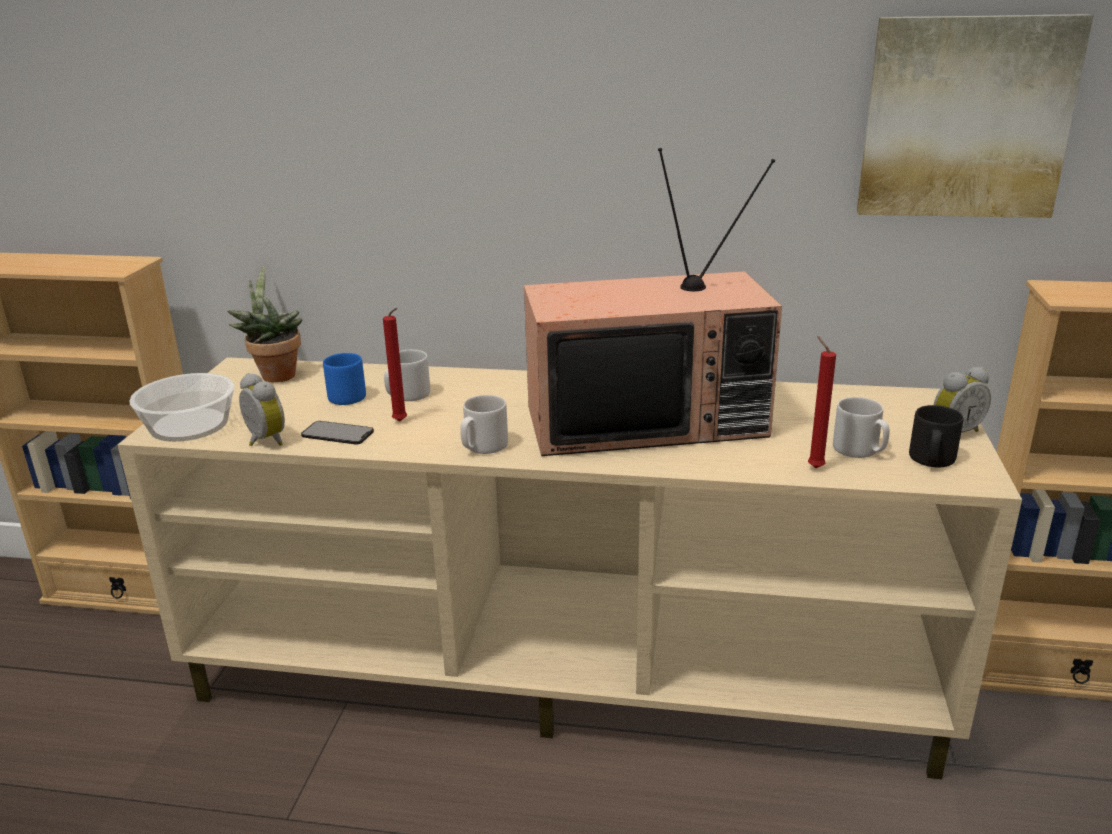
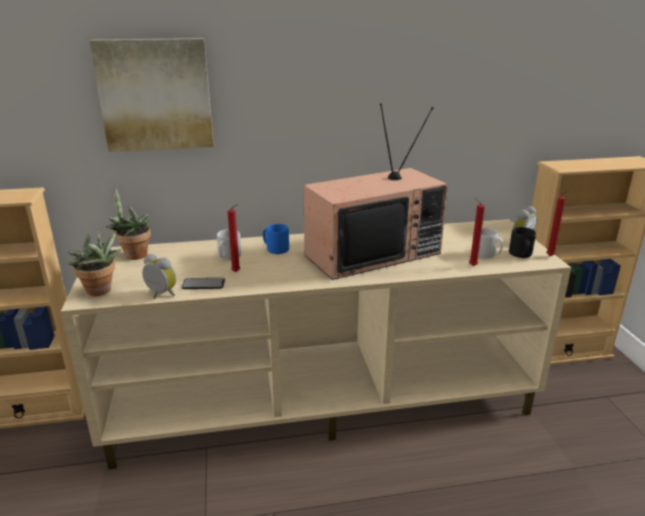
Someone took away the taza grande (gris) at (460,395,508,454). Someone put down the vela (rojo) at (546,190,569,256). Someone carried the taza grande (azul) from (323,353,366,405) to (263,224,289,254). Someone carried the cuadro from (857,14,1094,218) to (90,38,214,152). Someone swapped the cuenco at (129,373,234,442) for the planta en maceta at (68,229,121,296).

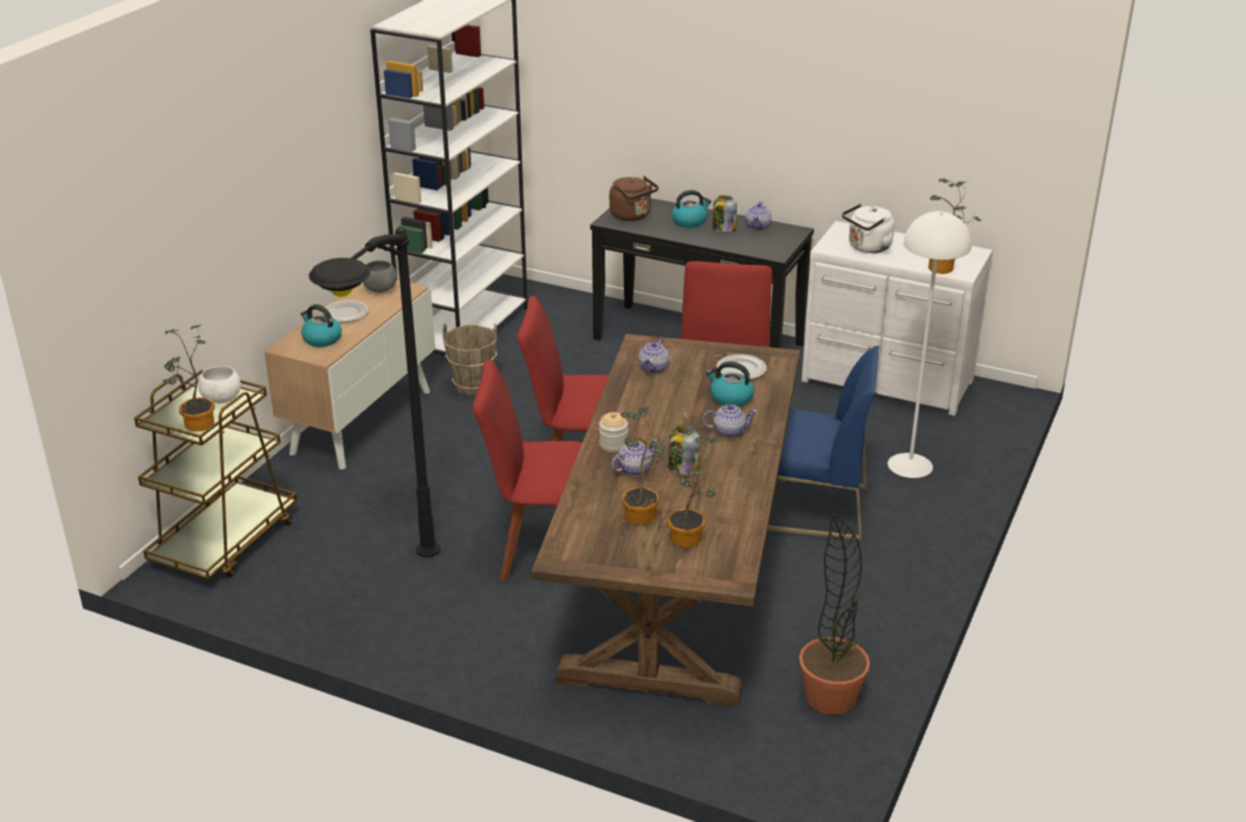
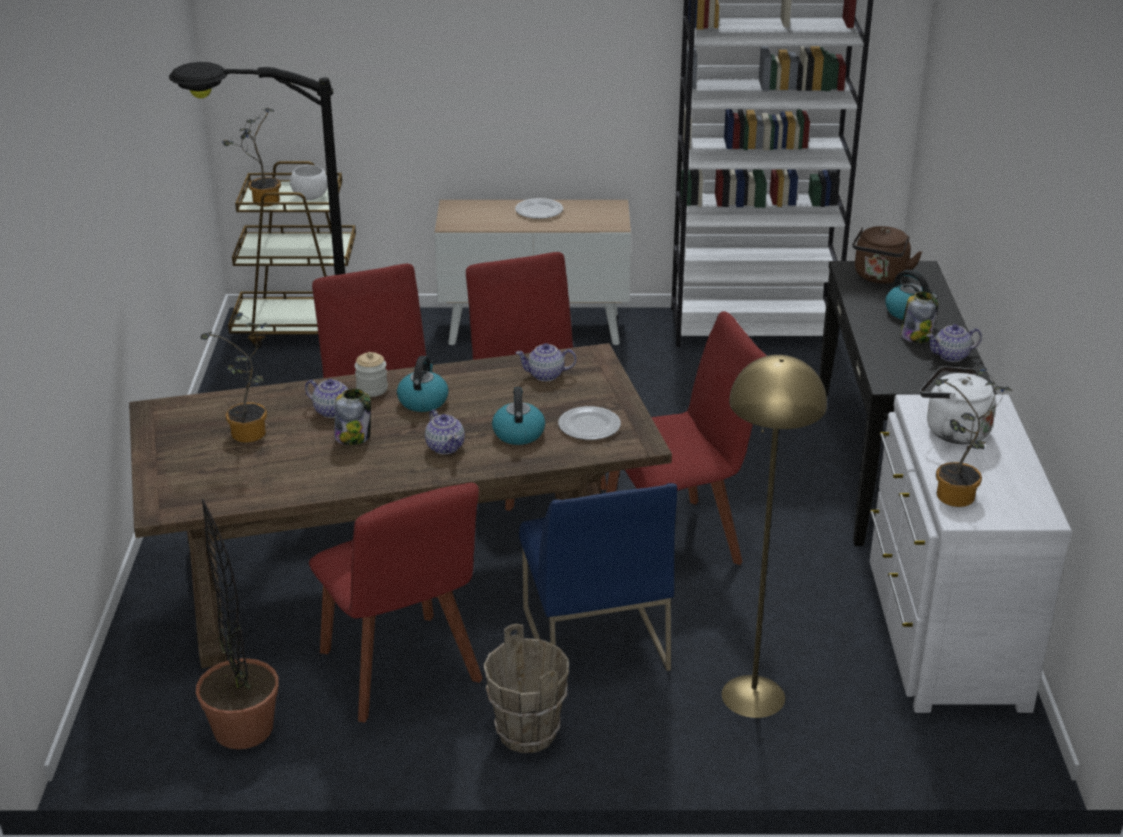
Someone took away the cuenco (gris) at (362,260,397,292). Someone took away the planta en maceta at (654,427,720,548). Someone put down the silla (rojo) at (309,482,483,723). Someone carried the hervidor from (300,304,342,347) to (397,356,449,412). Someone carried the cubo (marrón) from (442,323,497,396) to (483,624,569,753). Someone repainted the lámpara de pie (blanco) at (887,211,971,478), which became the lámpara de pie (amarillo) at (722,355,827,718).

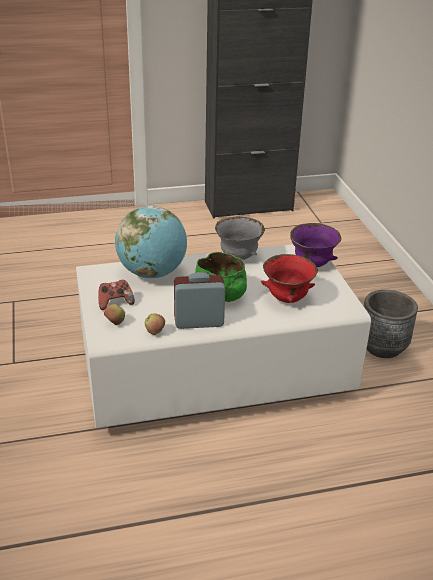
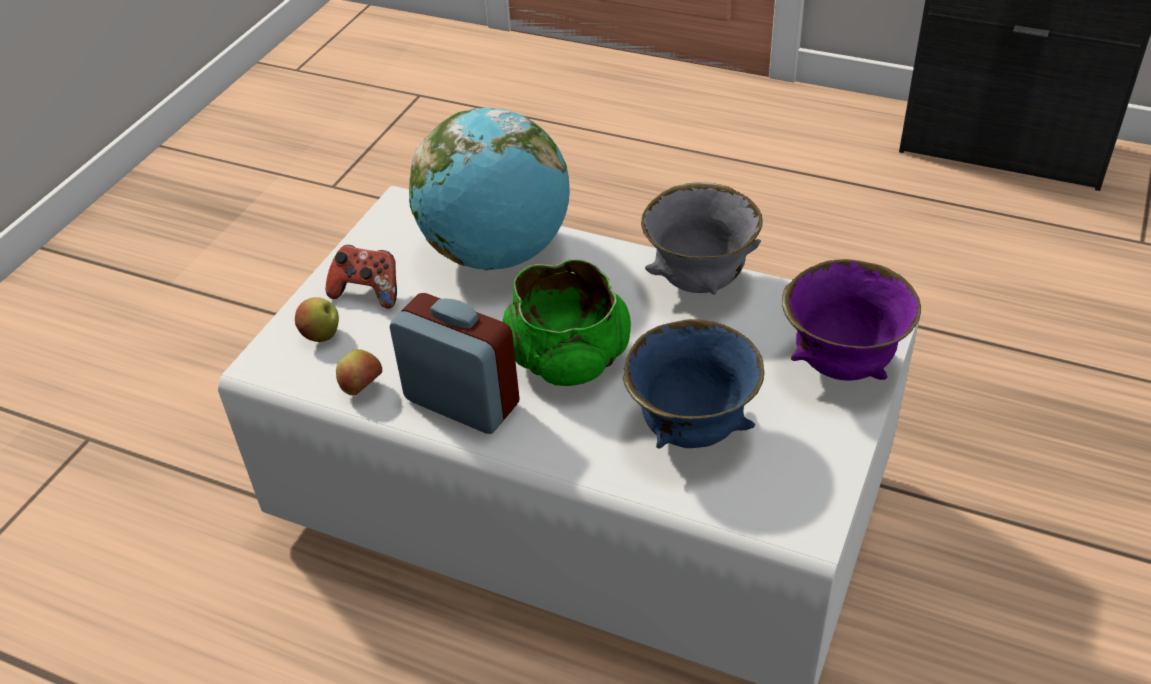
Someone took away the maceta (gris) at (364,290,418,358). Someone repainted the cuenco (rojo) at (261,254,318,303), which became the cuenco (azul) at (623,319,764,449).

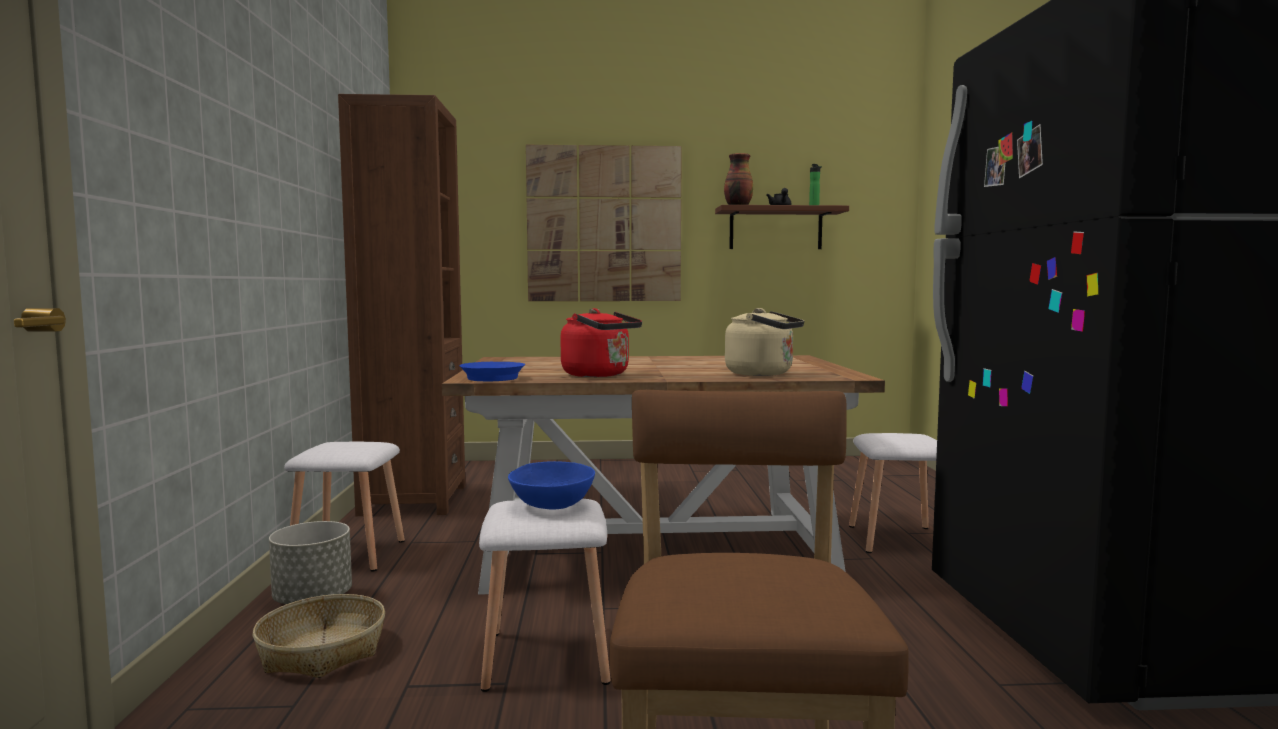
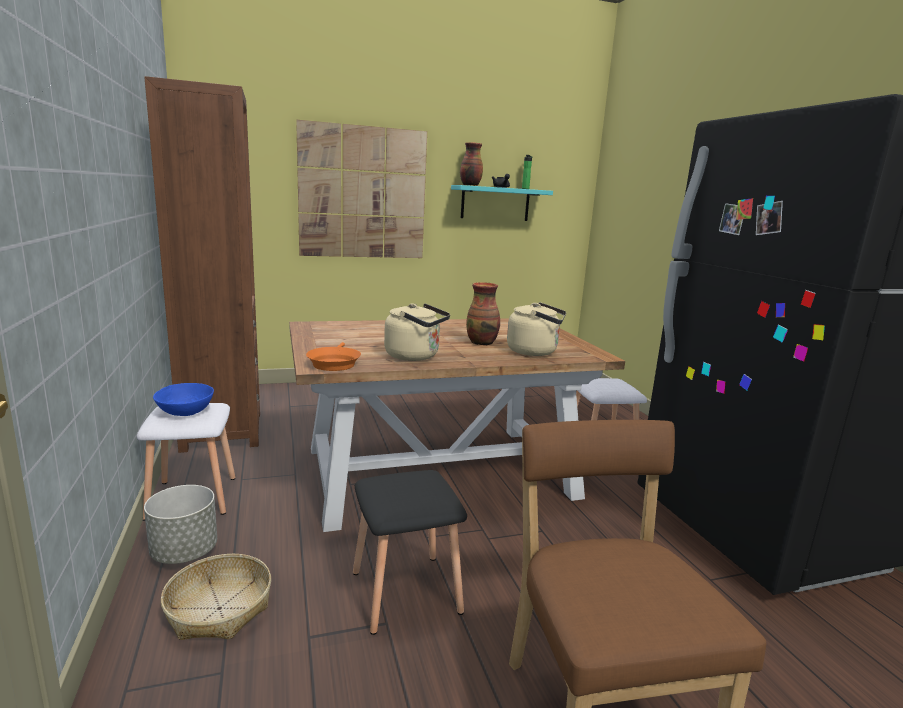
Someone put down the florero at (466,282,500,346). Someone carried the cuenco (azul) from (508,461,595,510) to (153,383,214,416). Someone repainted the sartén (azul) at (459,362,525,381), which became the sartén (naranja) at (306,342,361,371). Someone repainted the taburete (blanco) at (479,499,611,692), which became the taburete (negro) at (353,470,467,635). Someone repainted the hervidor (rojo) at (561,308,642,377), which became the hervidor (beis) at (384,303,450,361). Someone repainted the estante (marrón) at (715,205,849,249), which became the estante (turquesa) at (451,185,553,221).

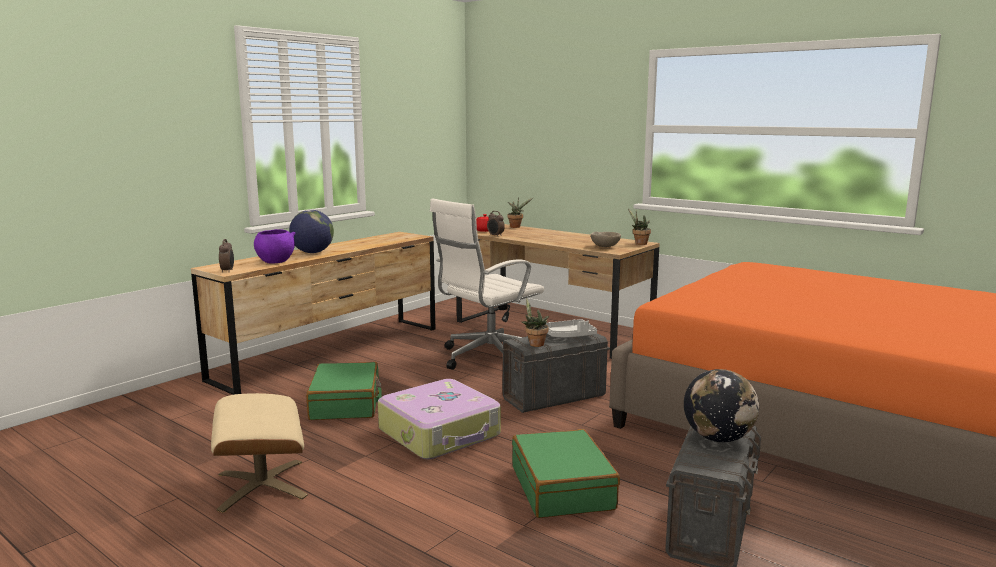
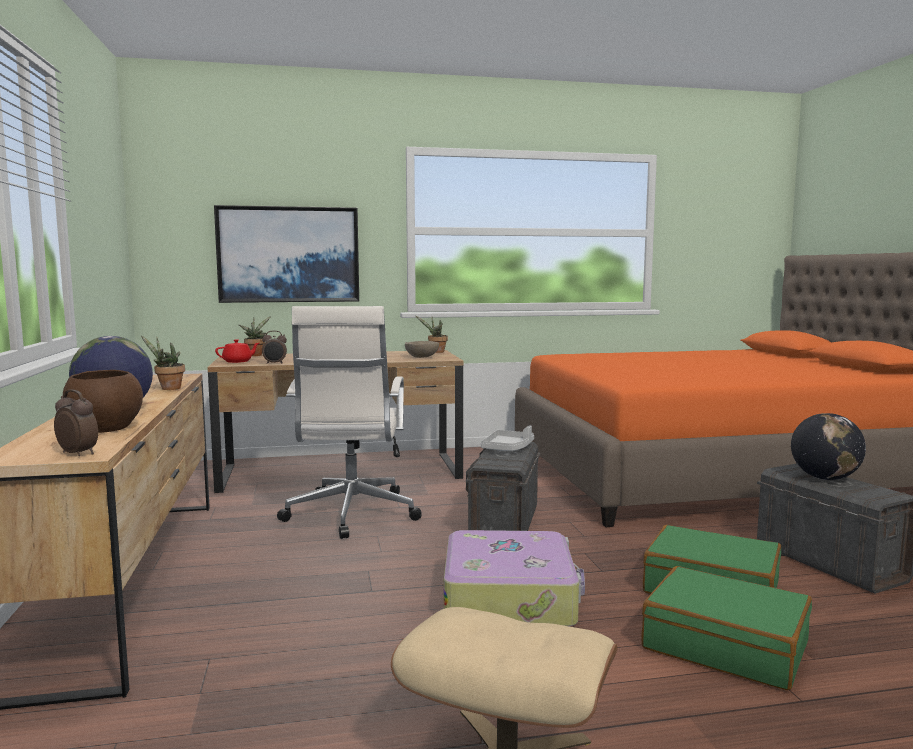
Someone put up the cuadro at (214,205,359,303). Someone carried the maleta (verde) from (306,362,382,420) to (641,566,812,690). Someone carried the planta en maceta from (522,298,549,347) to (141,336,185,390). Someone repainted the cuenco (morado) at (254,229,296,263), which became the cuenco (marrón) at (63,370,143,433).

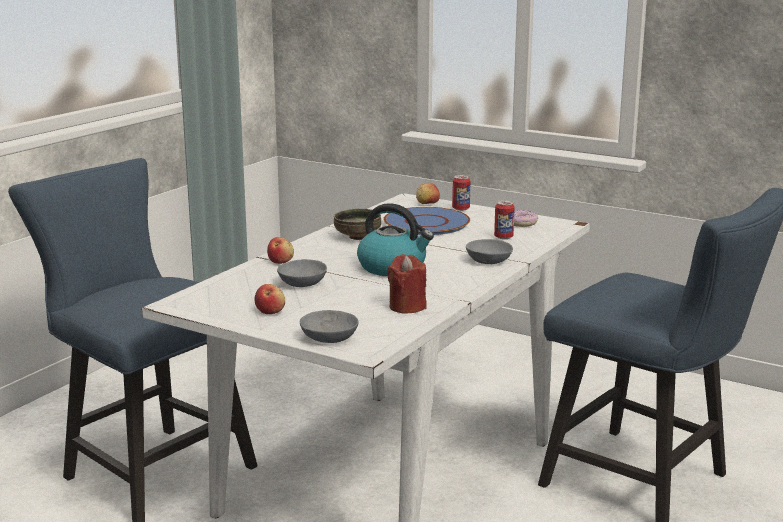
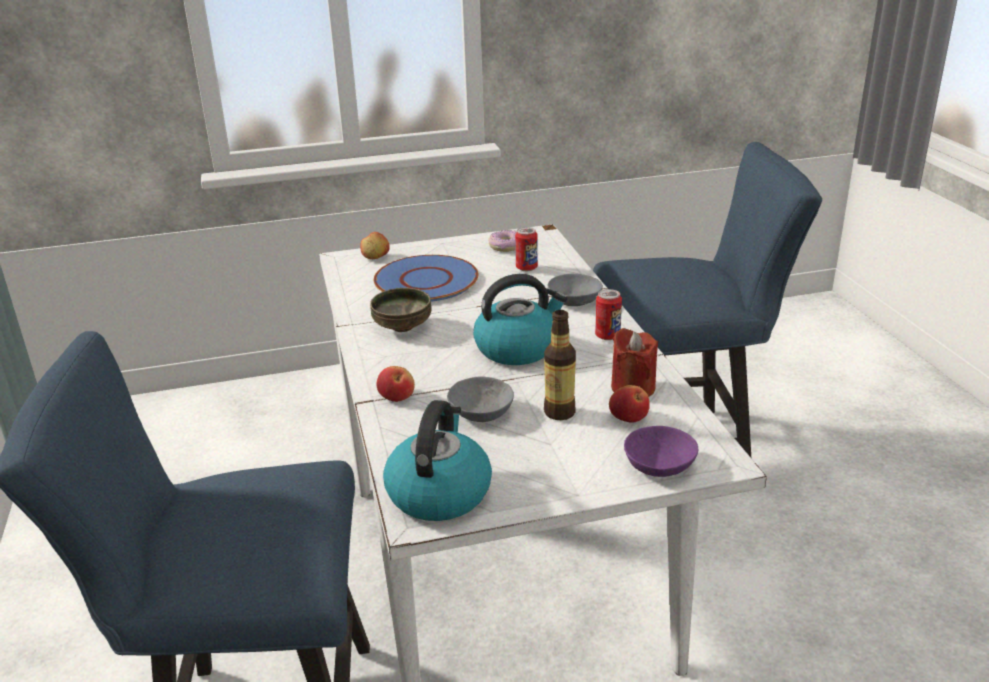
Someone put down the hervidor at (383,400,492,521). Someone put down the botella at (544,310,576,420). Someone carried the manzana from (255,284,285,314) to (609,385,650,423). Someone carried the lata from (452,175,471,211) to (595,289,622,340). Someone repainted the cuenco (gris) at (300,310,359,343), which became the cuenco (morado) at (624,426,698,477).

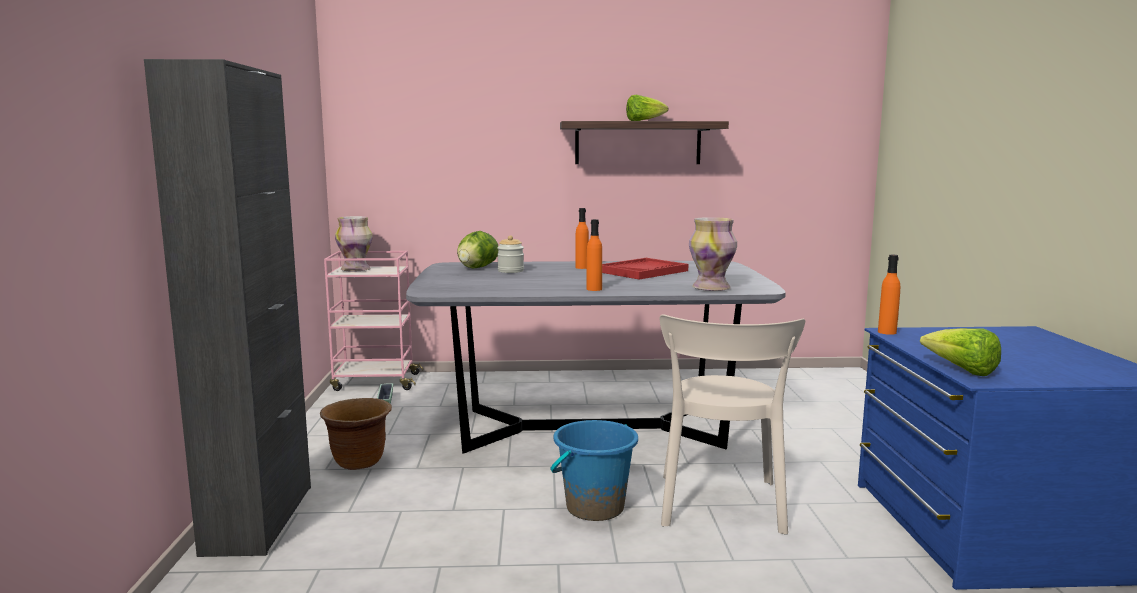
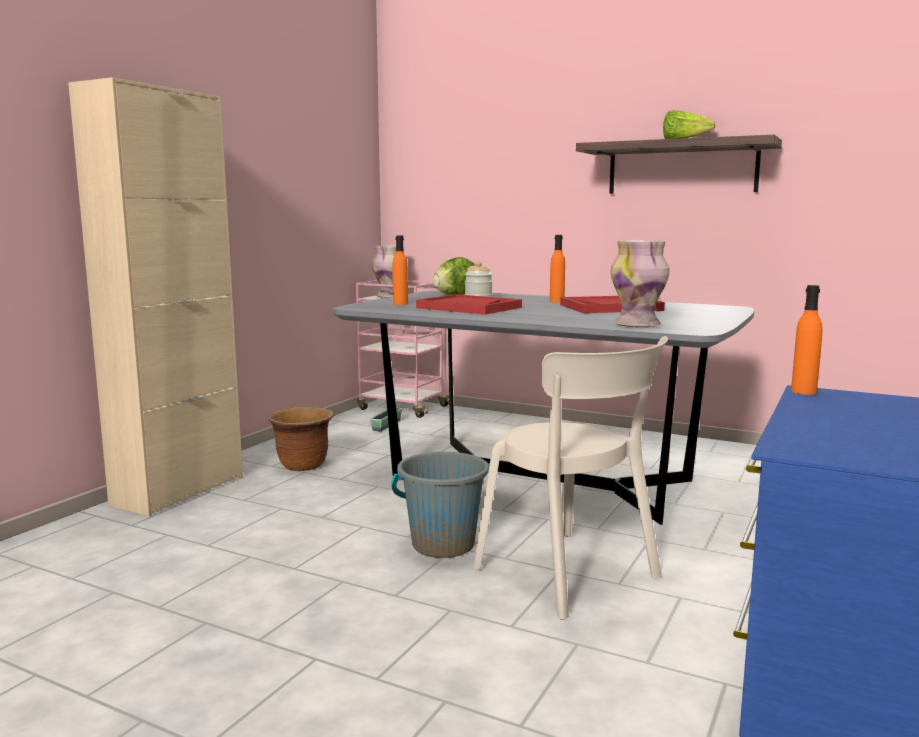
Someone took away the lechuga at (920,328,1001,376). Someone put down the bandeja (rojo) at (416,294,522,315). Someone carried the botella (naranja) from (587,219,602,291) to (392,235,408,305). Someone repainted the armario (negro) at (144,59,311,557), which became the armario (beis) at (68,77,243,516). Someone repainted the cubo (azul) at (550,420,638,521), which became the cubo (gris) at (391,452,490,558). Someone rotated the silla (beis) at (660,314,805,534) by 75 degrees counterclockwise.

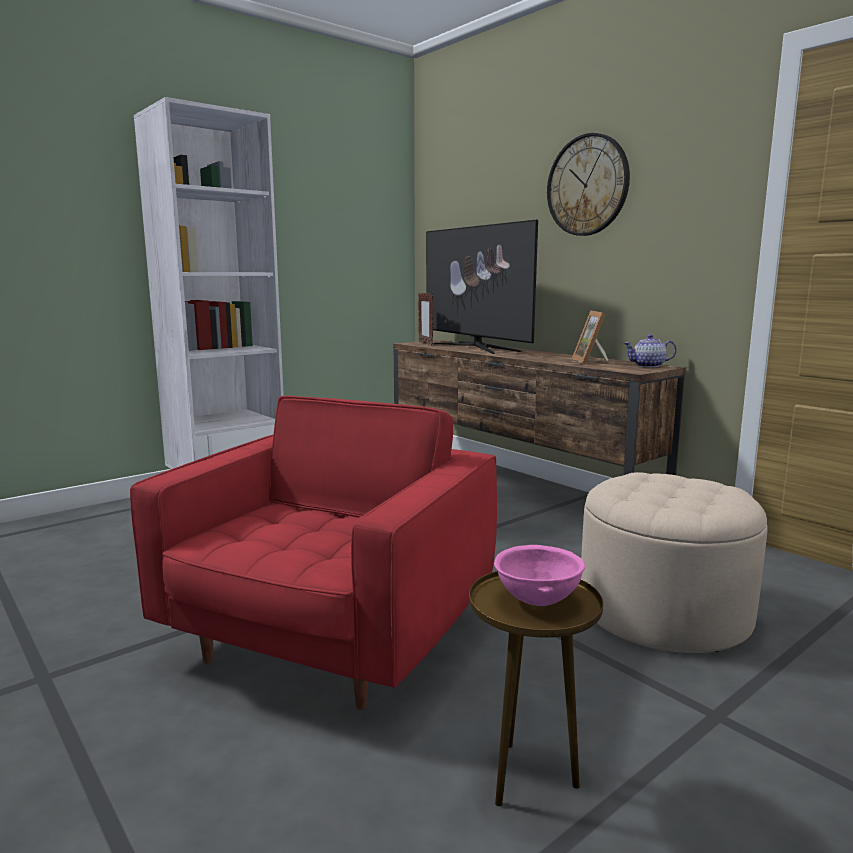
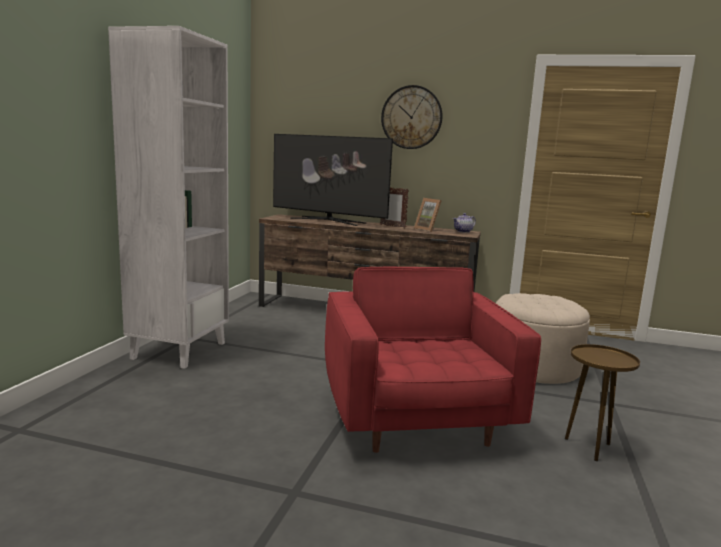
Someone took away the cuenco (rosa) at (494,545,585,606). Someone carried the portarretratos from (418,293,433,345) to (380,188,409,228).

